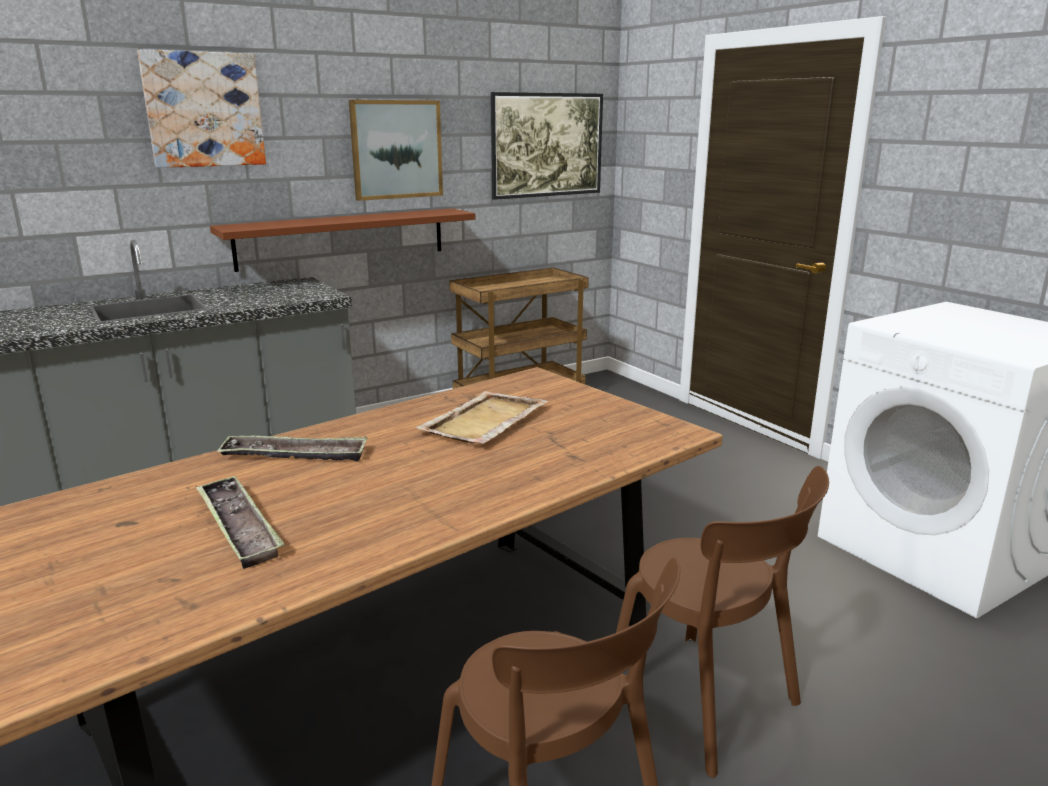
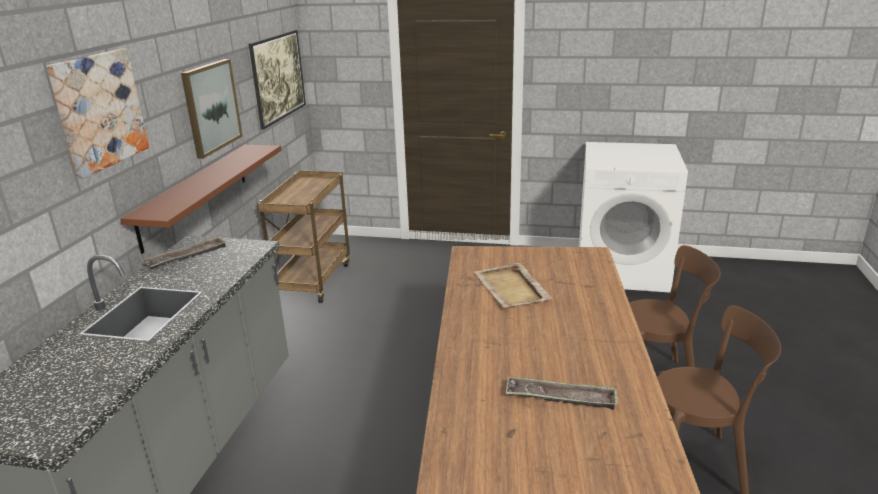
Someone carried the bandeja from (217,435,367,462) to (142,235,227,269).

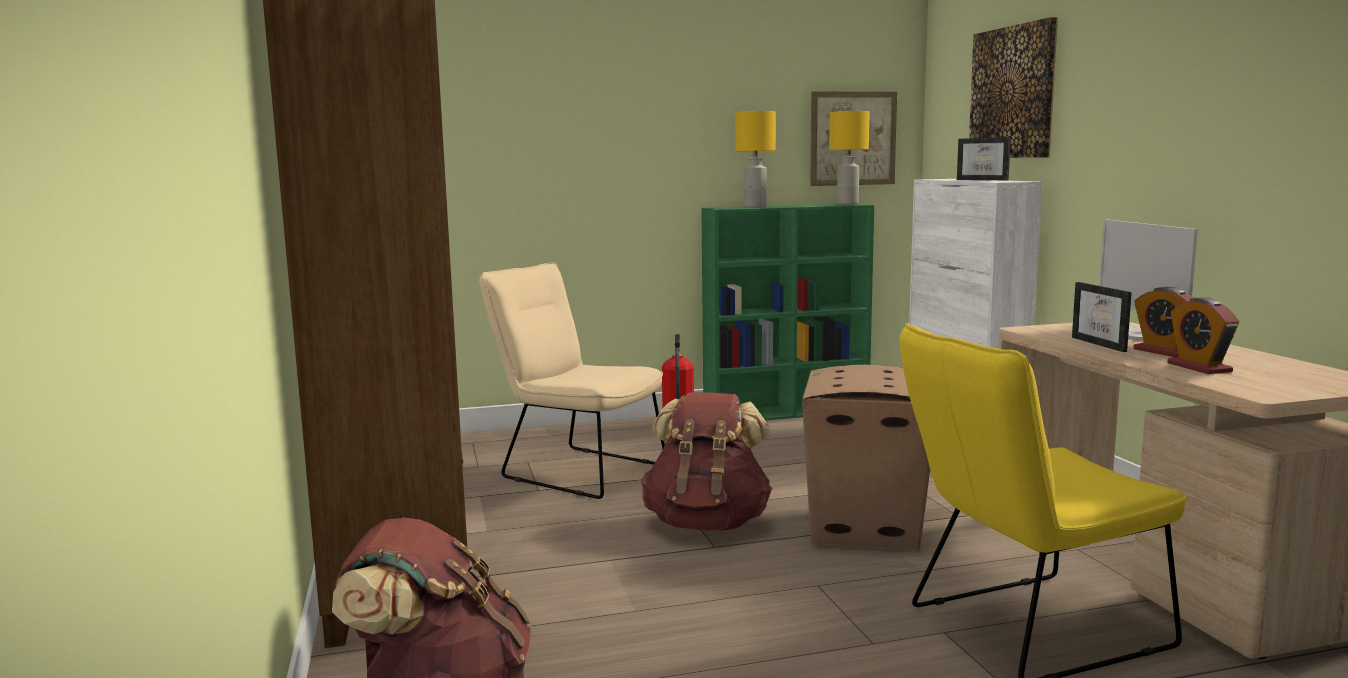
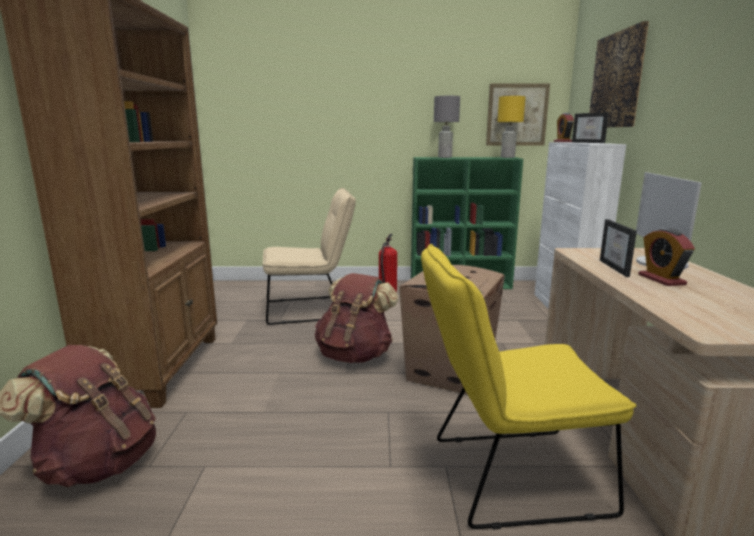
Someone carried the despertador from (1167,297,1239,374) to (554,113,574,142). Someone repainted the lámpara de mesa (amarillo) at (735,111,776,207), which became the lámpara de mesa (gris) at (434,96,460,158). Someone rotated the silla (beis) at (479,262,665,499) by 120 degrees clockwise.

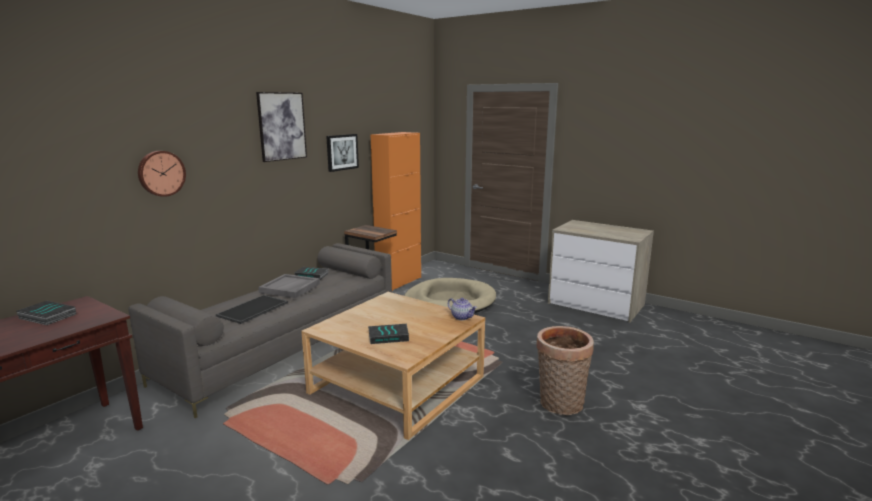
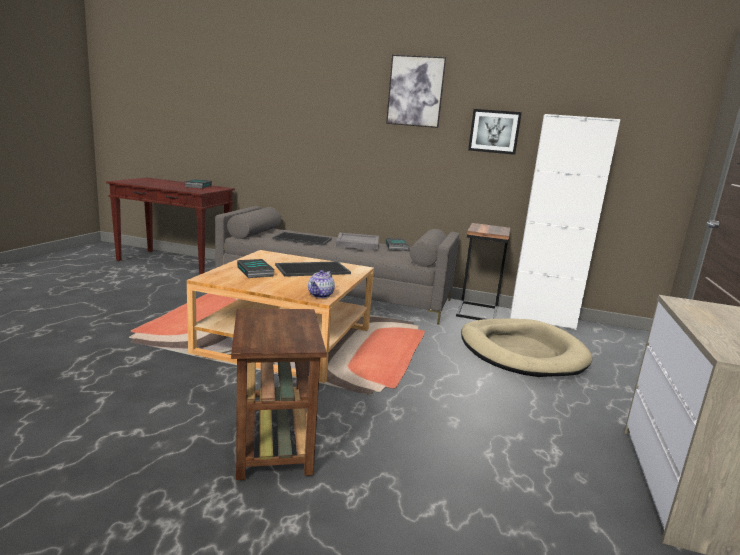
Someone took away the reloj de pared at (138,151,186,197). Someone put down the bandeja at (275,261,351,277). Someone swapped the cesta at (537,326,594,415) for the mesa auxiliar (marrón) at (231,309,327,480). Someone repainted the armario (naranja) at (371,132,421,291), which became the armario (blanco) at (510,114,620,330).

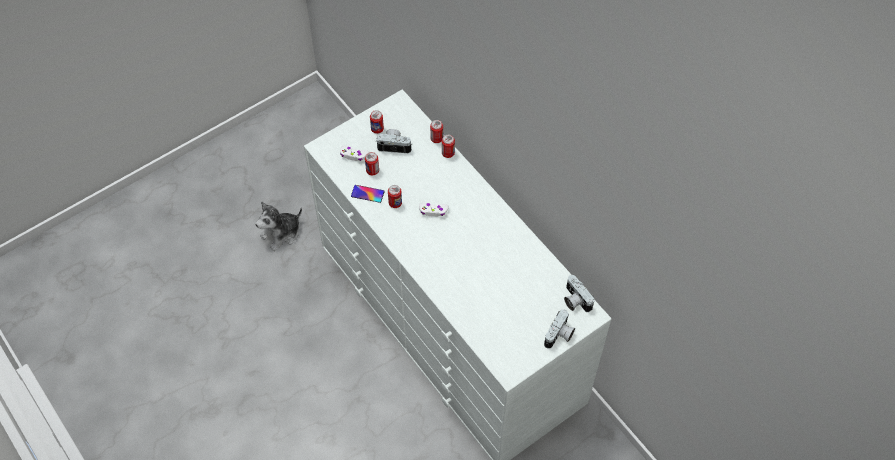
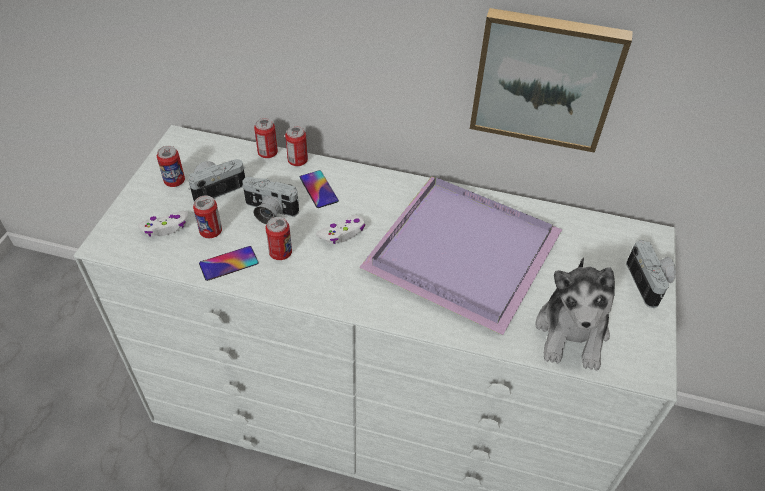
Someone put down the móvil at (300,170,339,208). Someone put down the bandeja (morado) at (359,176,562,335). Someone put up the cuadro at (470,8,633,153). Someone carried the peluche from (255,201,302,251) to (535,257,615,371). Someone carried the cámara from (564,275,594,312) to (242,177,299,225).

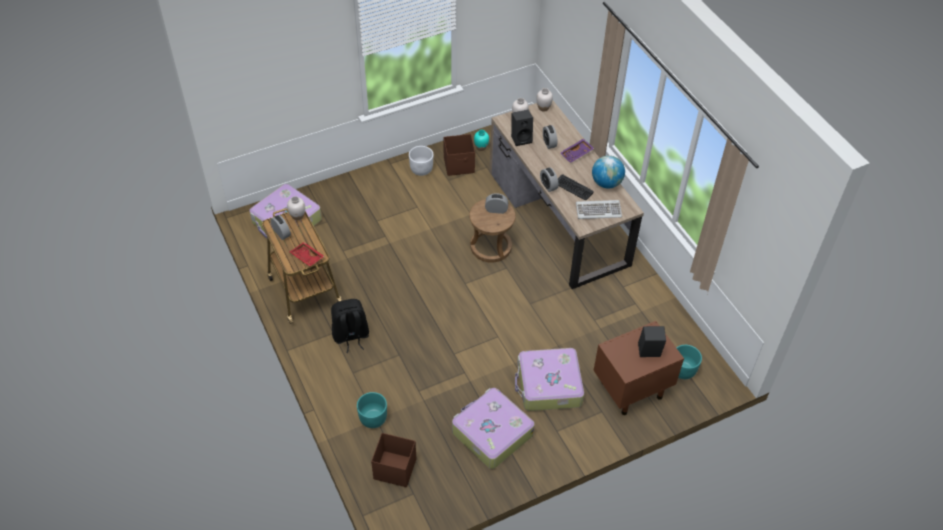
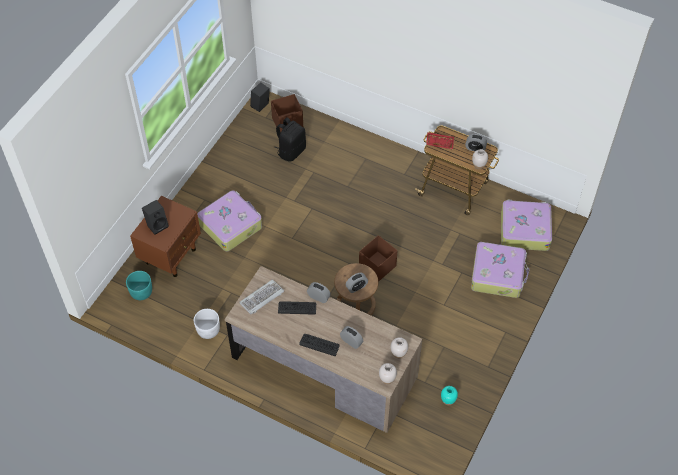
Someone took away the maceta (turquesa) at (357,392,387,428). Someone took away the globo terráqueo at (592,155,625,189). Someone carried the mochila (negro) from (331,299,369,353) to (274,117,306,162). Someone carried the maceta (blanco) from (409,146,433,176) to (194,309,220,339). Someone carried the caja de almacenaje (marrón) from (443,134,475,176) to (359,235,398,282). Someone carried the maleta from (452,388,535,469) to (471,242,530,298). Someone carried the altavoz (negro) from (511,110,533,146) to (250,82,270,112). Someone swapped the bandeja (morado) at (560,139,594,163) for the teclado at (299,334,340,356).

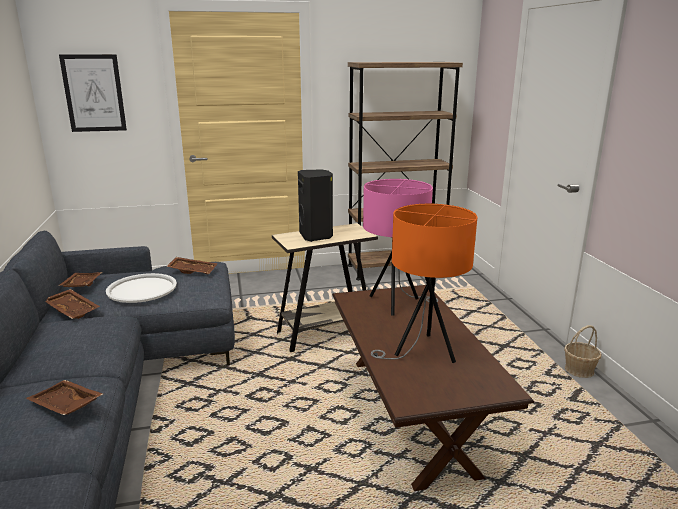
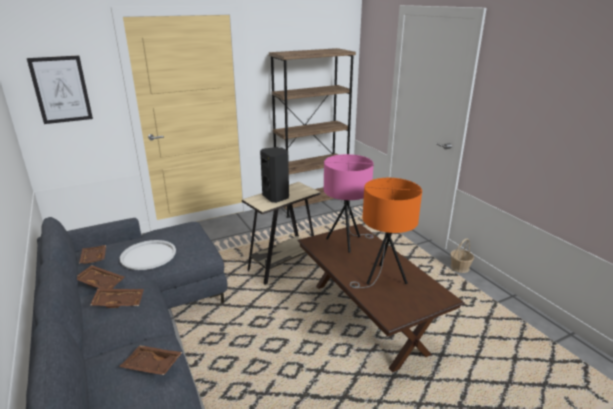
Someone carried the bandeja (marrón) from (166,257,218,274) to (90,289,144,308).

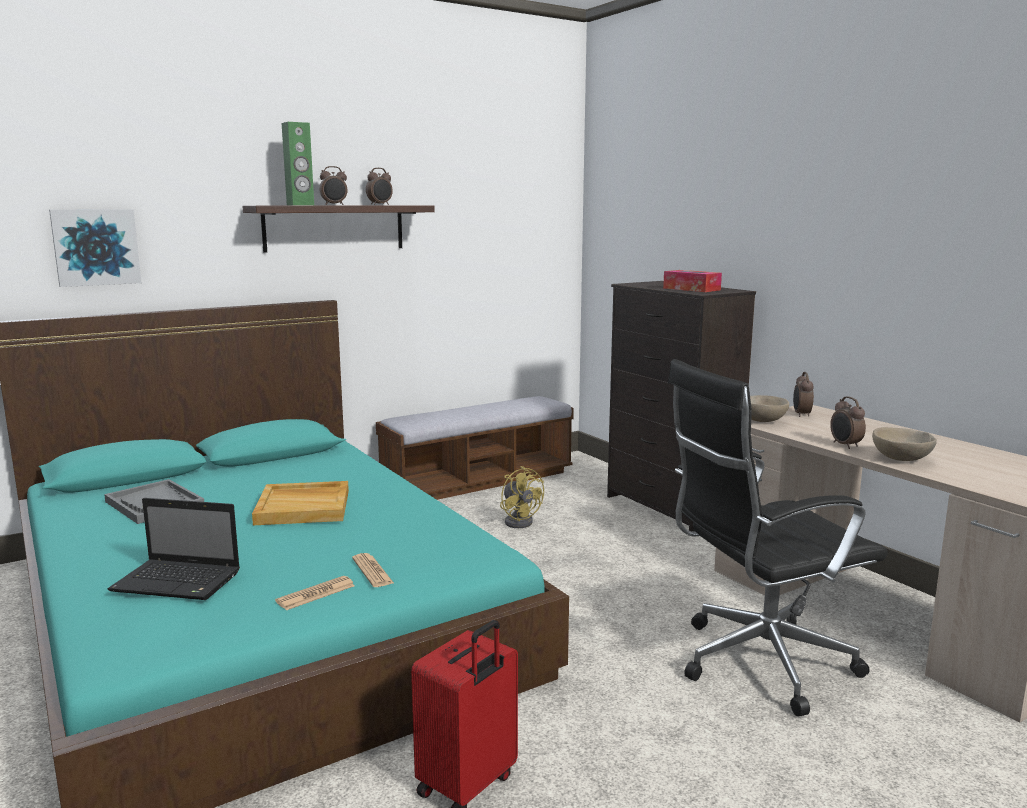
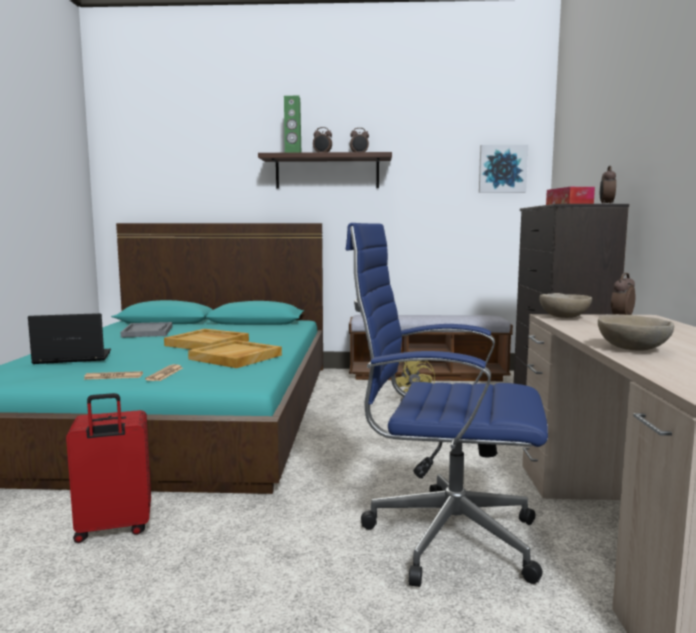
Someone put down the bandeja (beis) at (188,340,282,368). Someone carried the cuadro from (49,209,141,287) to (479,145,528,193). Someone carried the despertador from (830,396,866,449) to (600,166,616,204). Someone repainted the silla de oficina (negro) at (668,359,888,716), which became the silla de oficina (azul) at (346,223,548,587). Someone rotated the portátil at (107,498,240,600) by 120 degrees clockwise.

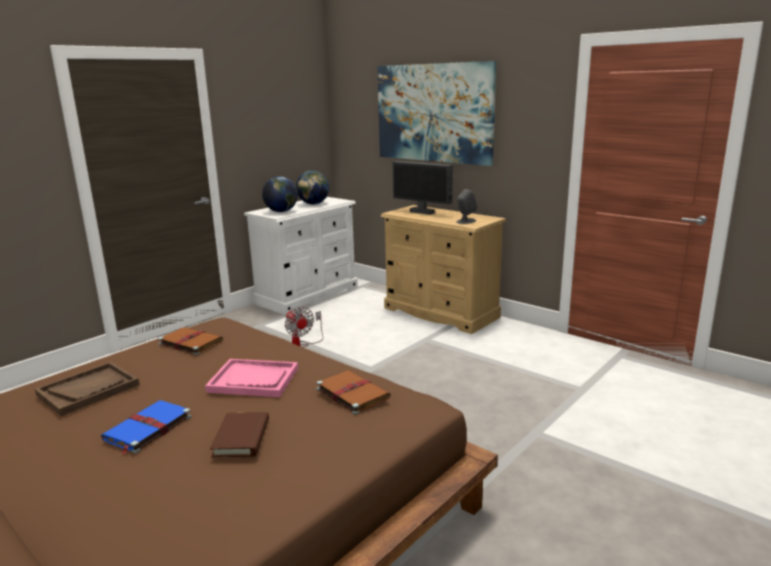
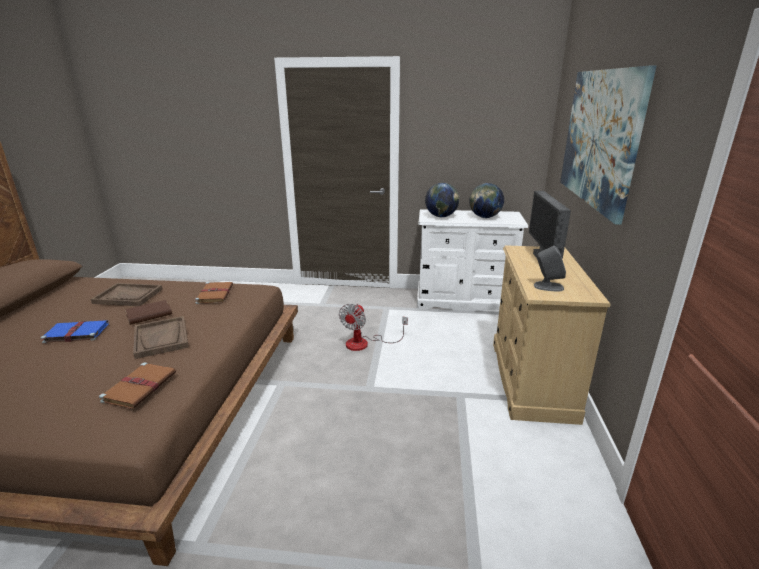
Someone carried the libro (marrón) from (210,412,269,458) to (125,300,172,325). Someone repainted the bandeja (rosa) at (205,359,298,397), which became the bandeja (marrón) at (133,316,189,359).

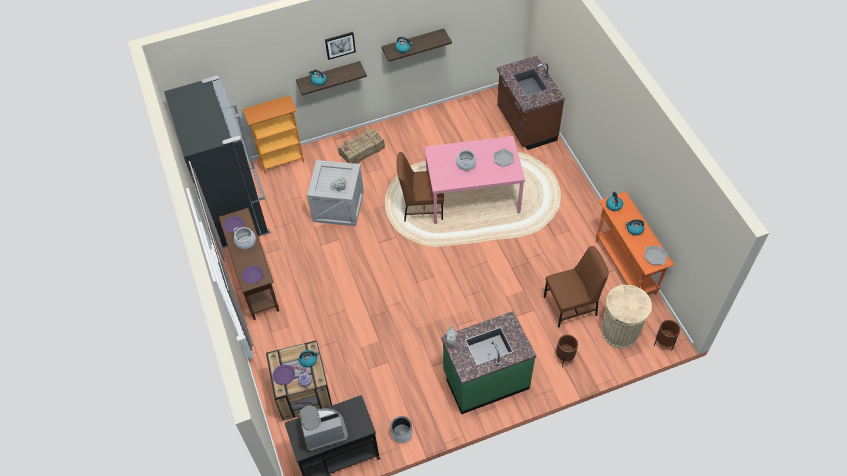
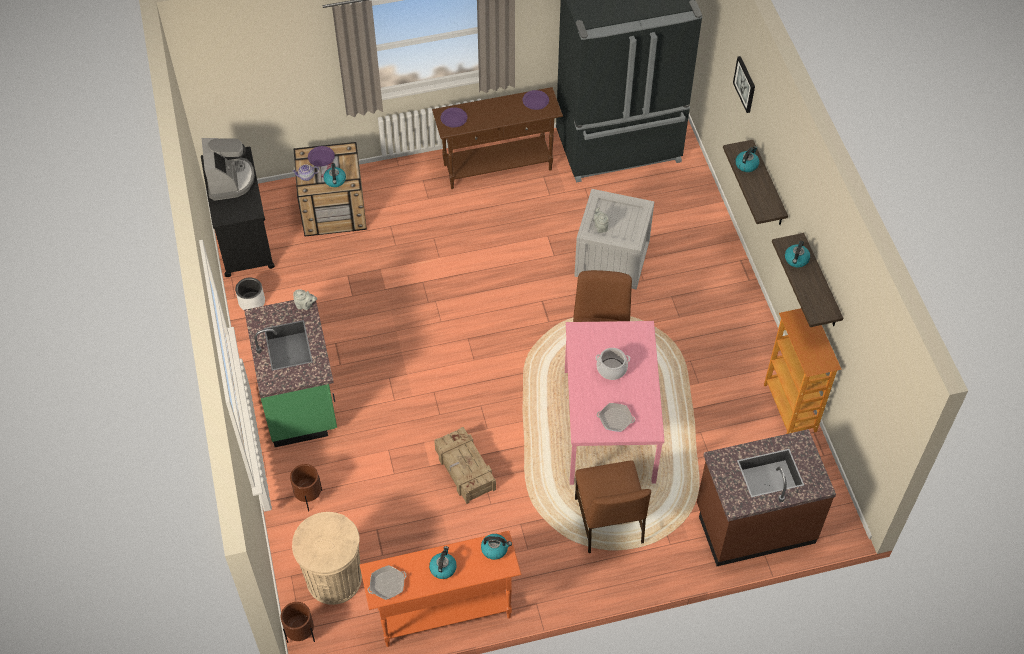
Someone took away the olla at (234,227,256,249). Someone carried the estantería from (243,95,304,174) to (764,308,842,434). Someone carried the cuadro from (325,32,356,60) to (733,56,755,113). Someone carried the caja de embalaje from (338,128,385,164) to (434,427,496,504). Someone carried the silla (marrón) from (544,246,609,328) to (575,460,651,553).

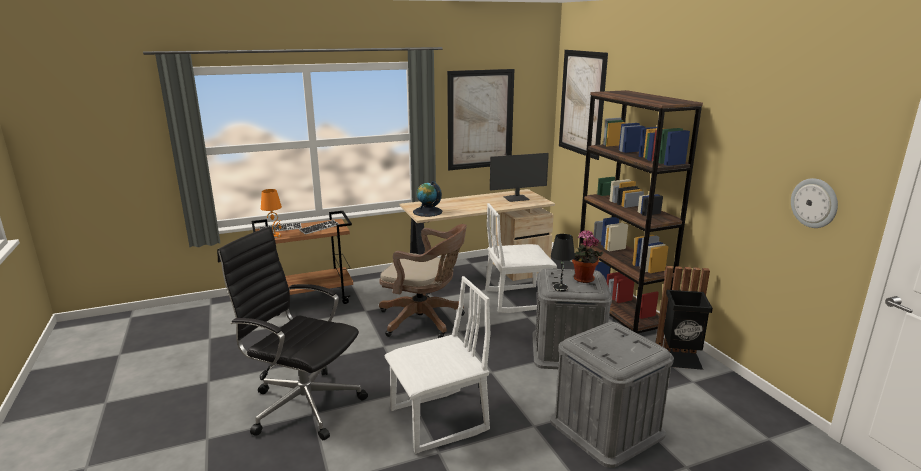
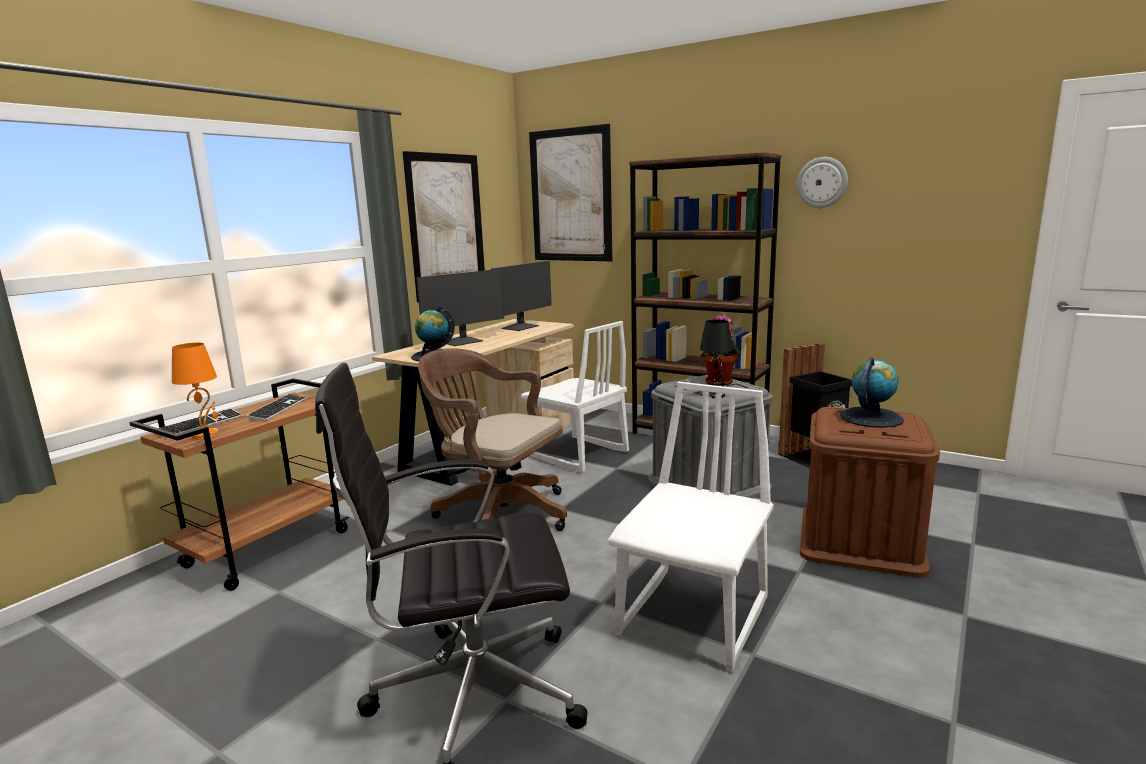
Someone put down the monitor at (416,269,504,346). Someone put down the globo terráqueo at (840,357,904,428). Someone carried the reloj de pared from (791,178,838,228) to (797,157,848,208). Someone repainted the caja de almacenaje (gris) at (550,322,674,468), which became the caja de almacenaje (marrón) at (800,407,940,578). Someone rotated the silla de oficina (marrón) at (379,224,467,338) by 135 degrees counterclockwise. Someone rotated the silla (blanco) at (485,203,557,313) by 90 degrees counterclockwise.

